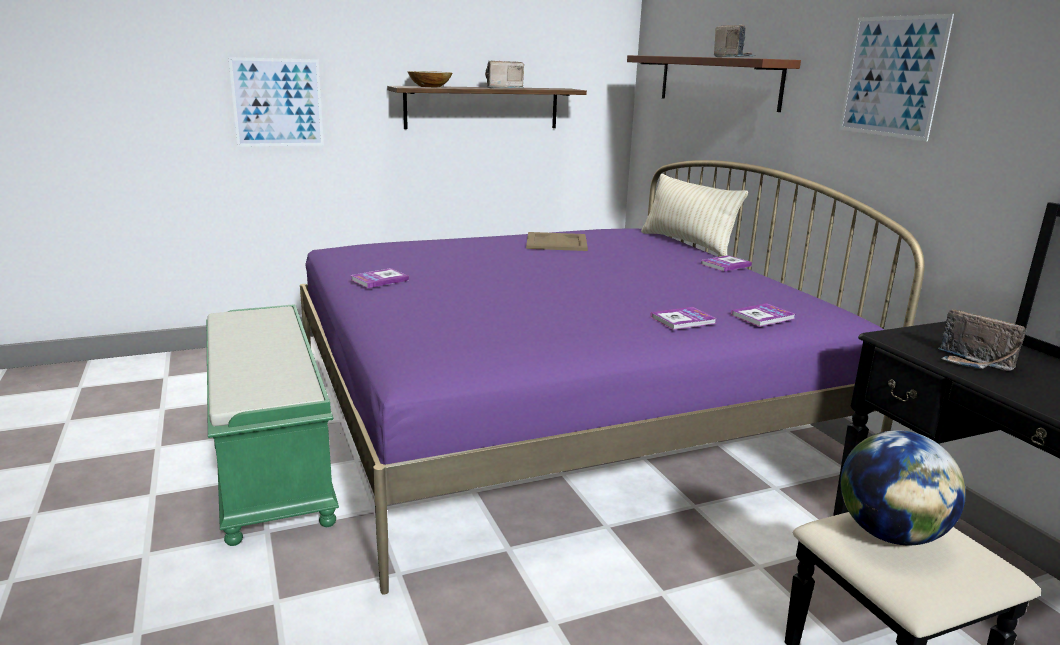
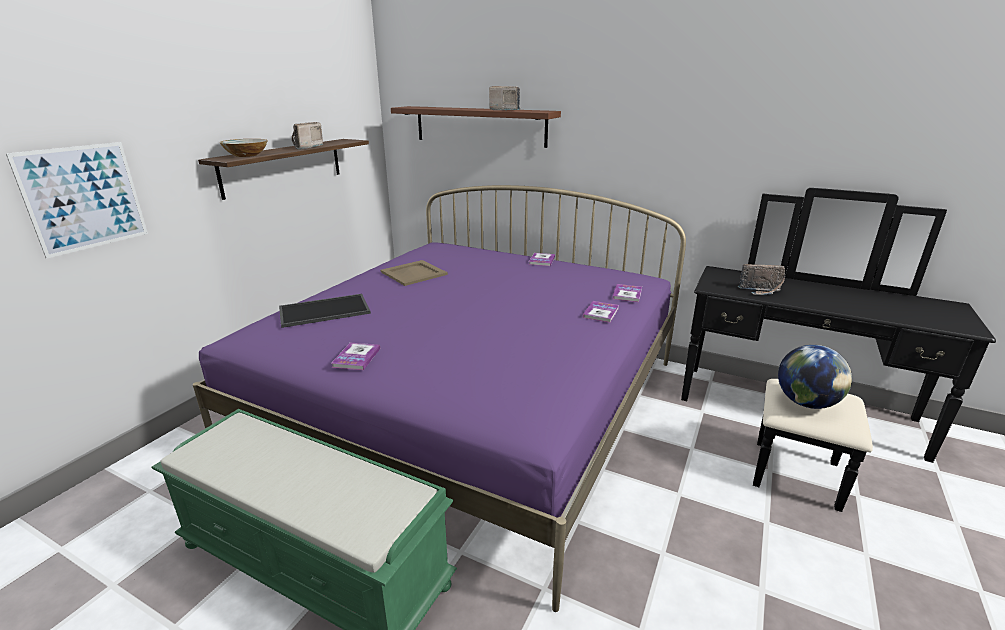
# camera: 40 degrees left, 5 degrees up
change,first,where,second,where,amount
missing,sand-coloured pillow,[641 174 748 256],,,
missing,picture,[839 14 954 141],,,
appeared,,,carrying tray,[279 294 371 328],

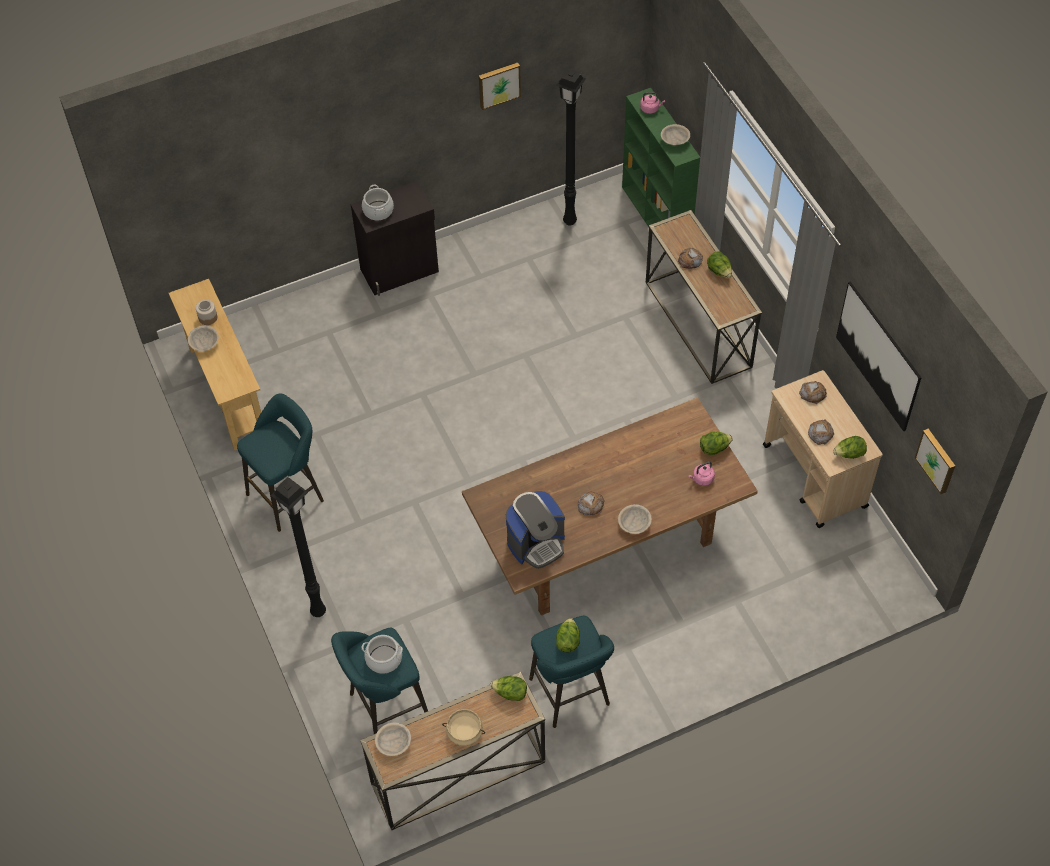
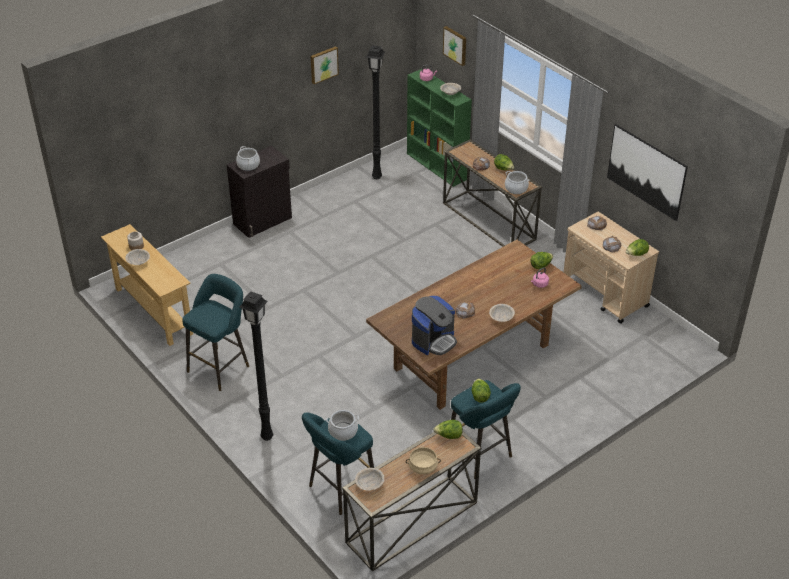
# camera: 15 degrees left, 15 degrees down
change,first,where,second,where,amount
appeared,,,stockpot,[505 171 529 194],
relocated,picture,[915 429 955 494],,[443 26 466 66],

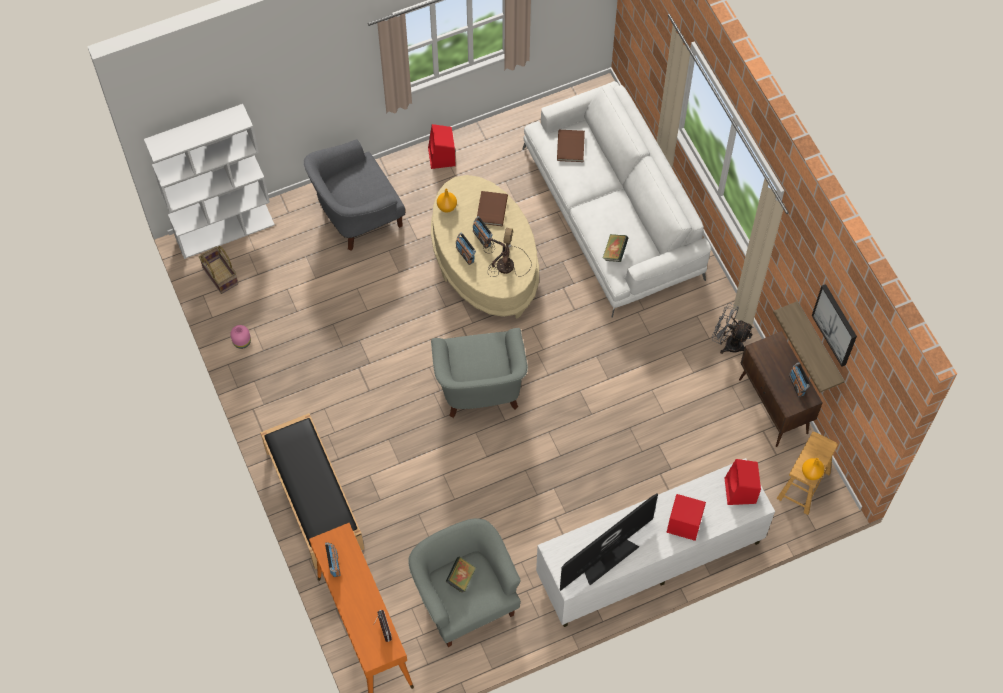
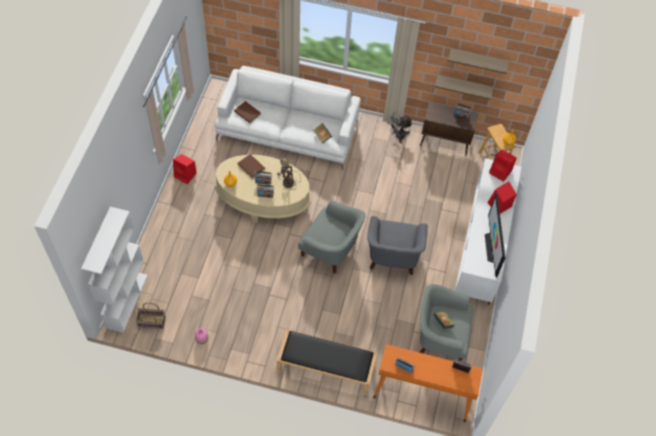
# camera: 55 degrees left, 5 degrees down
change,first,where,second,where,amount
relocated,gray easy chair,[304 139 405 251],,[367 216 428 275],
exchanged,picture,[812 284 857 367],bracket shelf,[448 48 509 74],

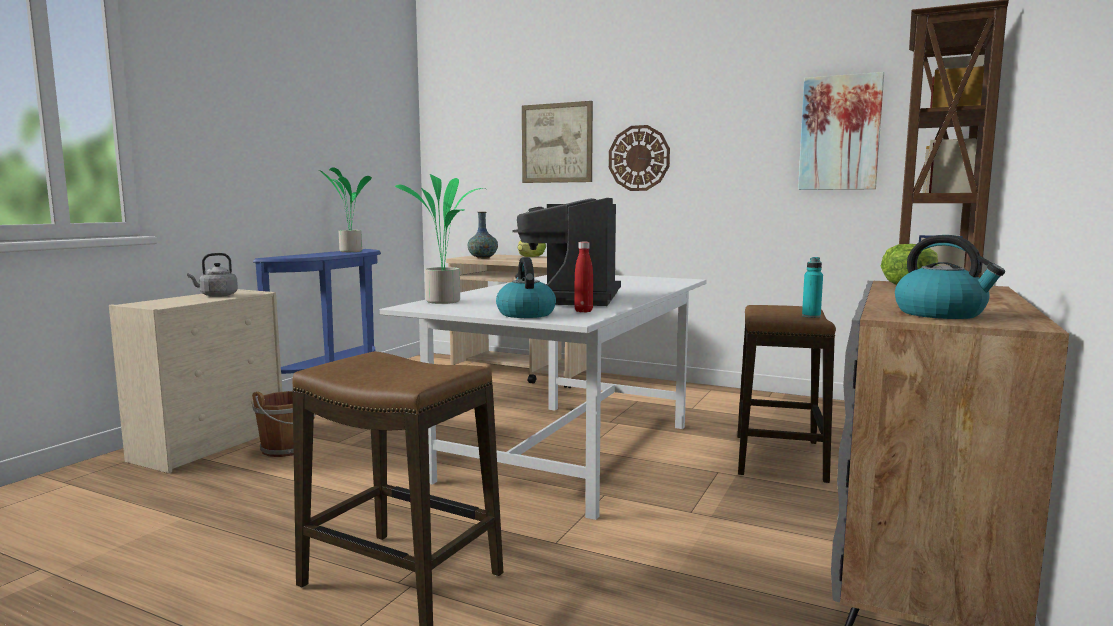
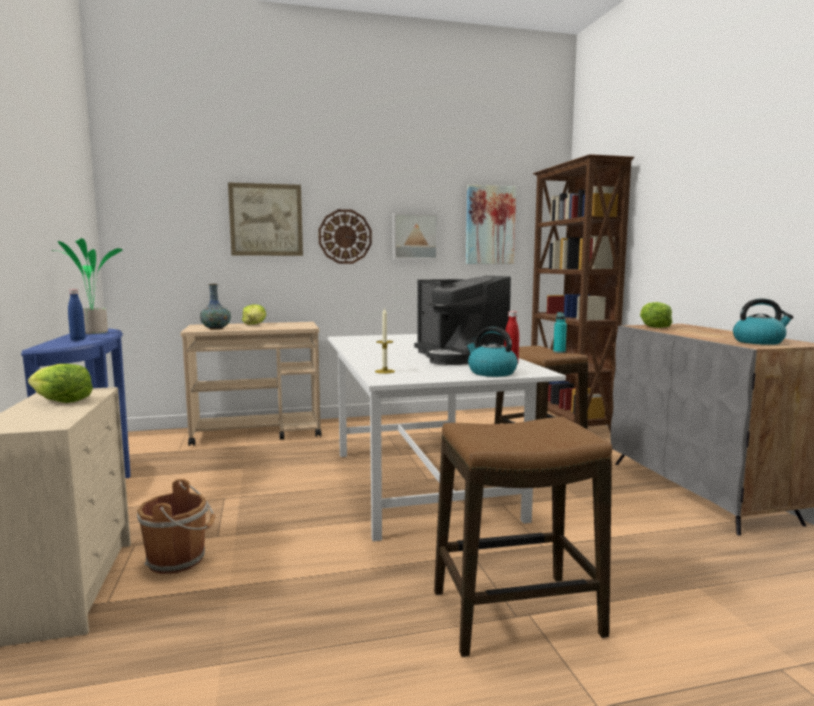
# camera: 40 degrees left, 0 degrees up
change,first,where,second,where,amount
appeared,,,blue-coloured bottle,[68 289 86 341],
appeared,,,picture,[393 213 438 260],
exchanged,gray water kettle,[187 253 238 297],head of lettuce,[28 364 93 403],
exchanged,potted plant,[395 174 485 304],wax light,[375 307 395 374],

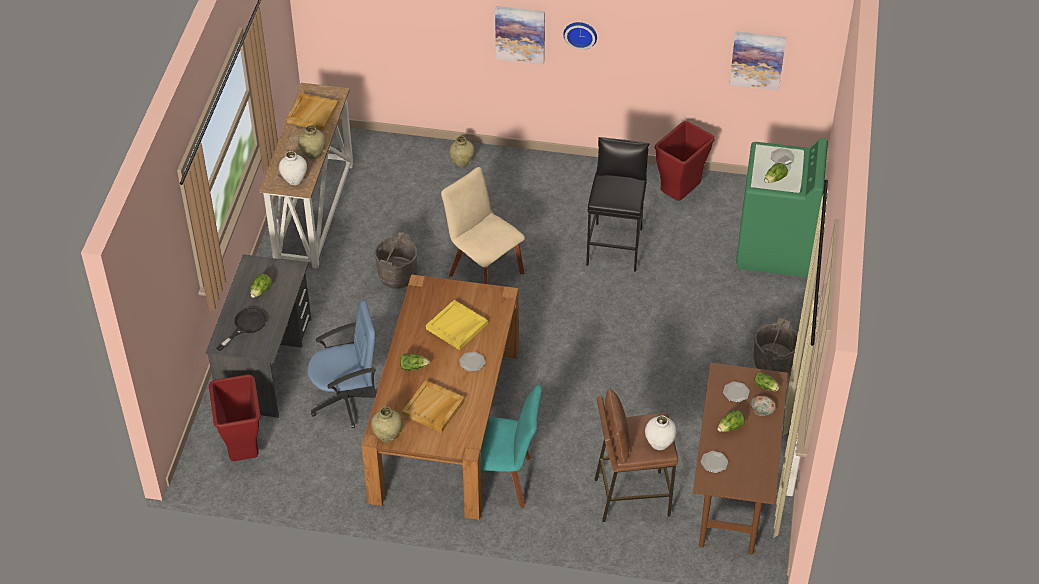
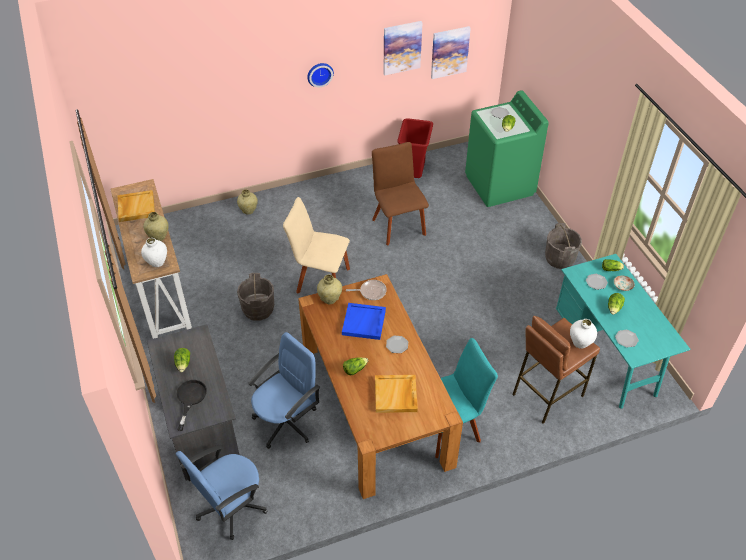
# camera: 30 degrees left, 0 degrees up
change,first,where,second,where,amount
appeared,,,skillet,[346 280 387 300],
relocated,sand-coloured vase,[371 407 403 442],,[317 275 342 304],
relocated,picture,[495 6 545 65],,[383 21 423 75],
exchanged,red waste bin,[209 375 261 461],blue-coloured office chair,[176 444 268 540],
exchanged,blackish sitting stool,[586 137 649 272],brown-coloured upright chair,[372 142 429 245],
colour,yellowish carrying tray,[426 300 488 350],blue-coloured carrying tray,[342 303 386 340],
colour,brown-coloured desk unit,[693 363 788 555],turquoise-coloured desk unit,[556 254 691 409],

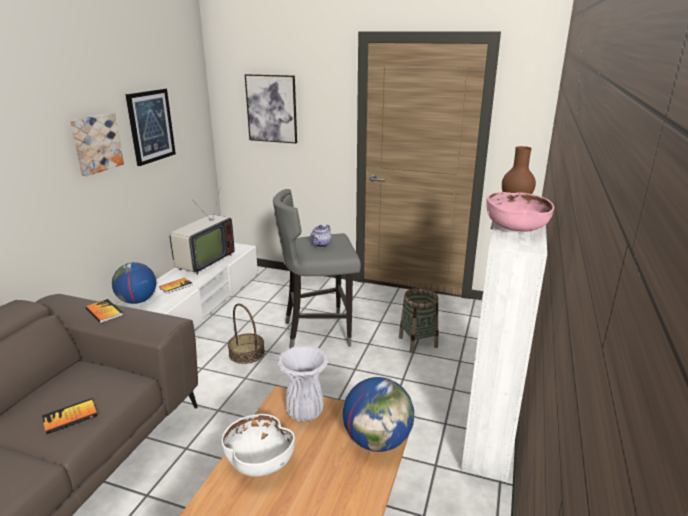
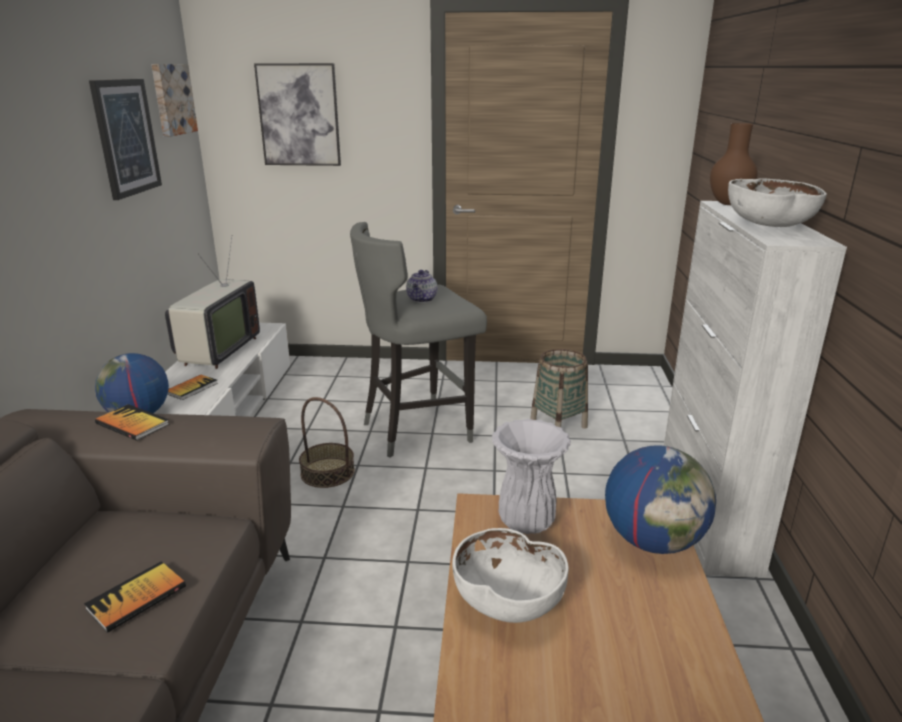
# camera: 15 degrees left, 0 degrees up
change,first,where,second,where,amount
relocated,picture,[70 113 124 176],,[151 64 198 137],
colour,pink deep dish,[486 192 554 232],whitish deep dish,[728 179 827 227],

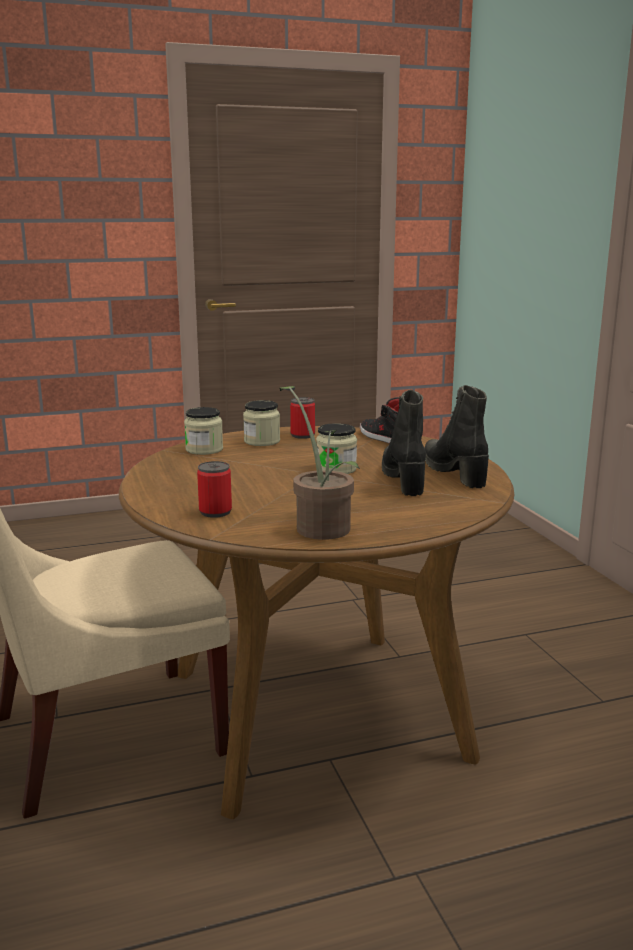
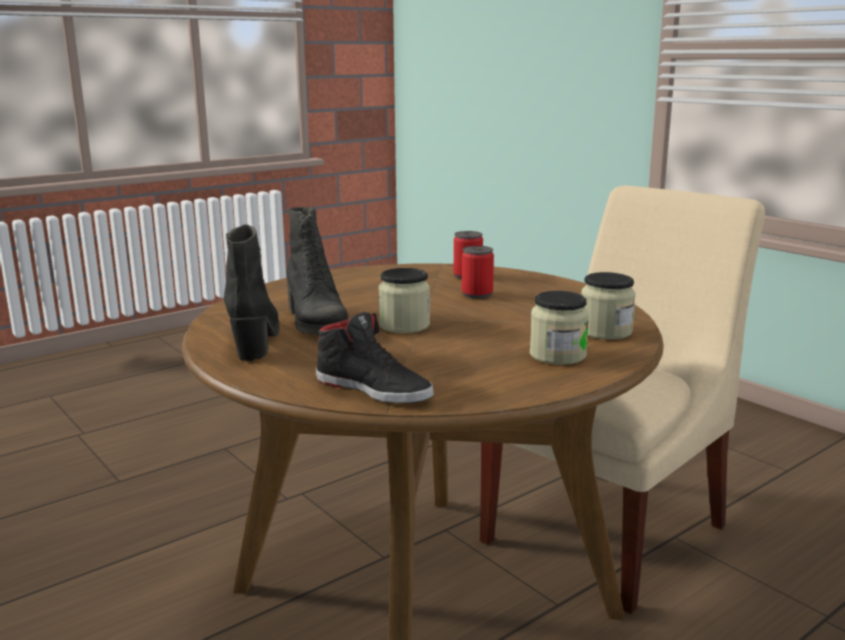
# camera: 160 degrees right, 0 degrees up
change,first,where,second,where,amount
missing,potted plant,[280 386 360 540],,,
relocated,can,[290 397 315 439],,[462 246 494 299],
spun,blackish boot,[424 385 489 488],,[224 224 280 361],150 degrees counterclockwise

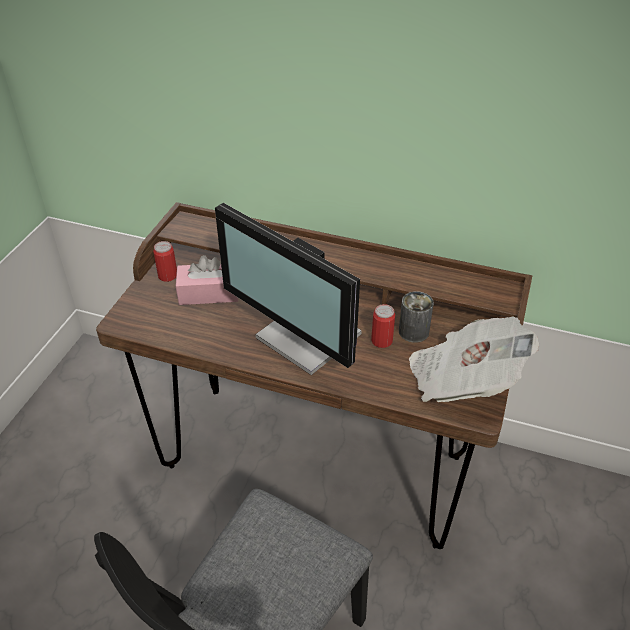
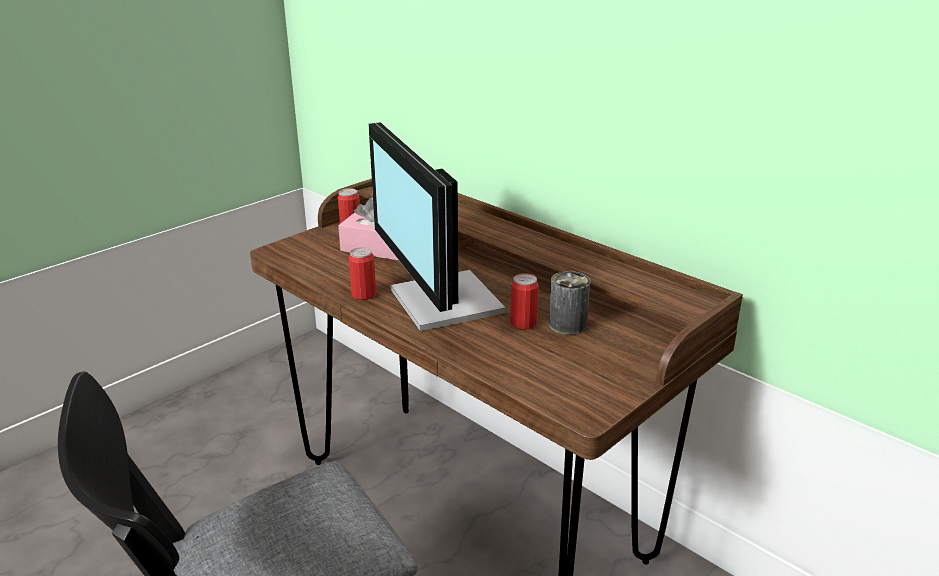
# camera: 25 degrees right, 15 degrees down
change,first,where,second,where,amount
missing,printed paper,[409 317 539 402],,,
appeared,,,can,[349 247 376 300],

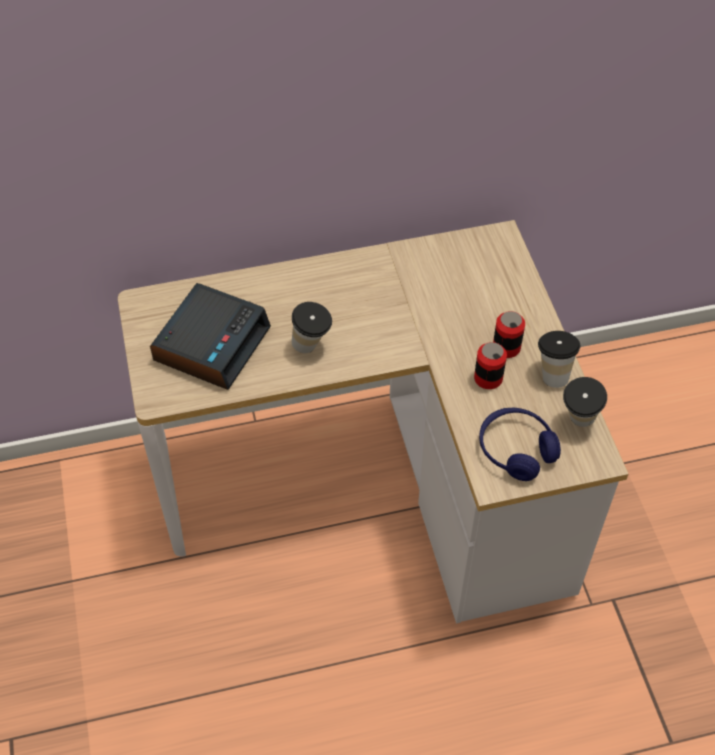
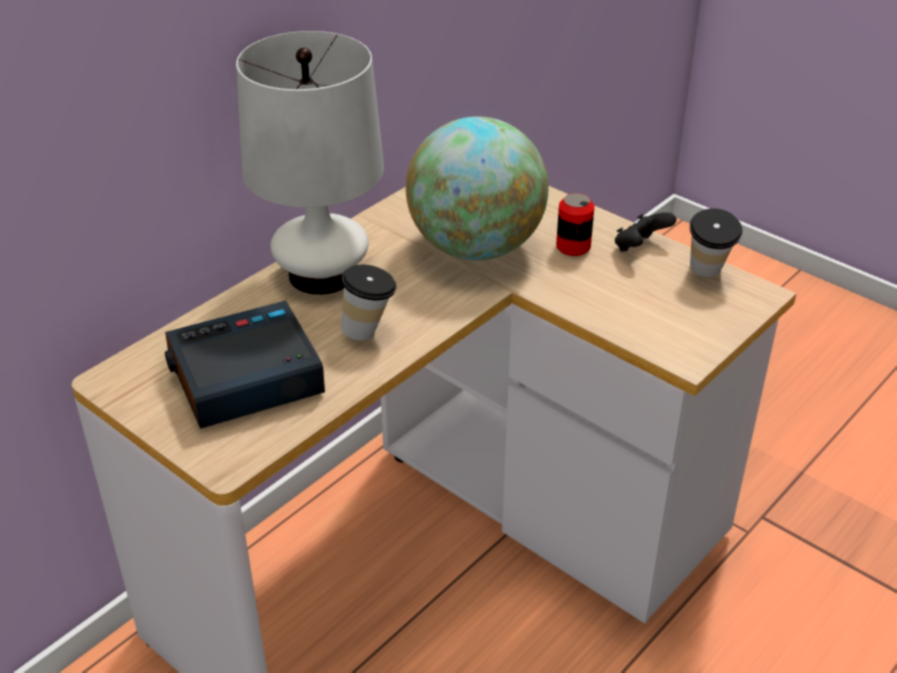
# camera: 35 degrees left, 15 degrees down
change,first,where,second,where,amount
missing,can,[474 342 507 389],,,
missing,blue-coloured headphones,[479 408 561 481],,,
appeared,,,whitish tabletop lamp,[236 31 384 295],
appeared,,,globe,[406 117 549 260],
exchanged,drinking cup,[538 331 580 388],blackish joypad,[615 212 676 252],
spun,bedside clock,[150 283 271 390],,[165 300 325 429],105 degrees counterclockwise

